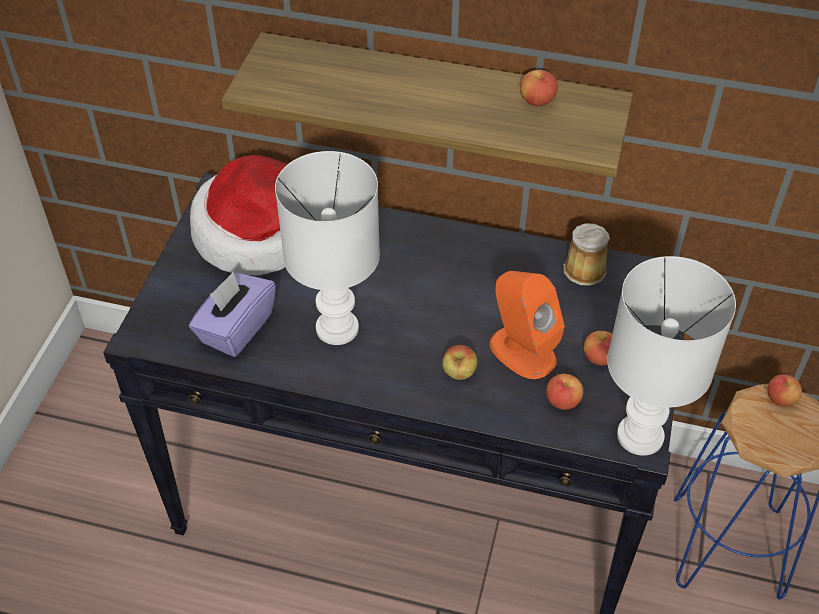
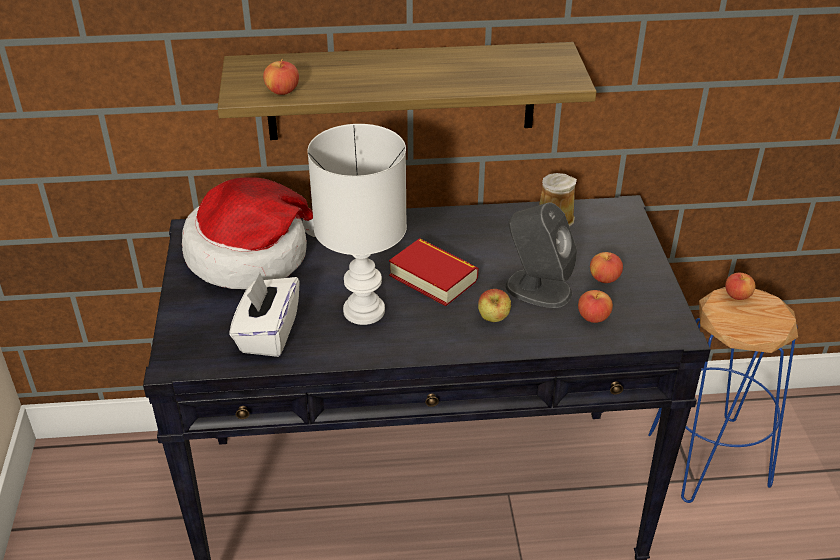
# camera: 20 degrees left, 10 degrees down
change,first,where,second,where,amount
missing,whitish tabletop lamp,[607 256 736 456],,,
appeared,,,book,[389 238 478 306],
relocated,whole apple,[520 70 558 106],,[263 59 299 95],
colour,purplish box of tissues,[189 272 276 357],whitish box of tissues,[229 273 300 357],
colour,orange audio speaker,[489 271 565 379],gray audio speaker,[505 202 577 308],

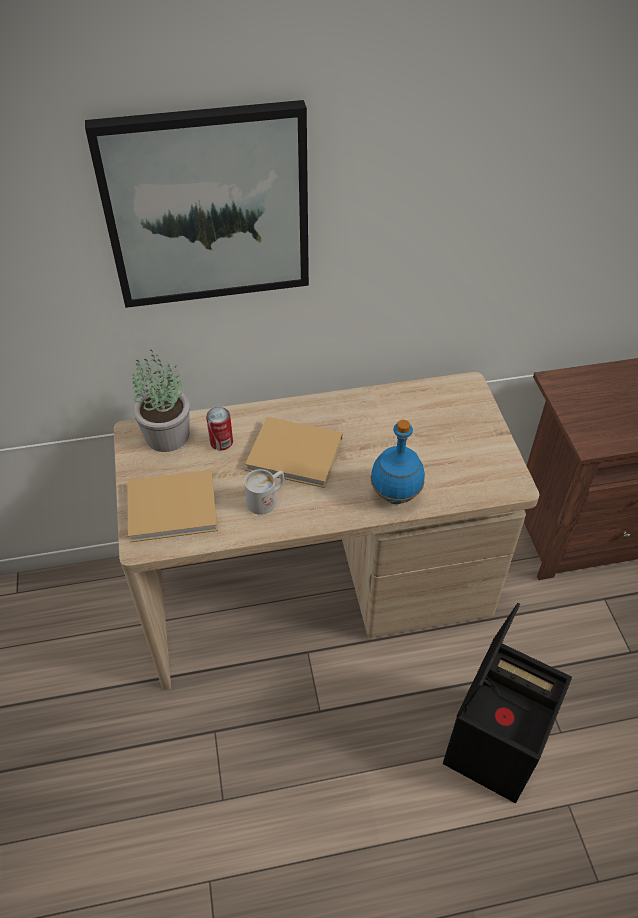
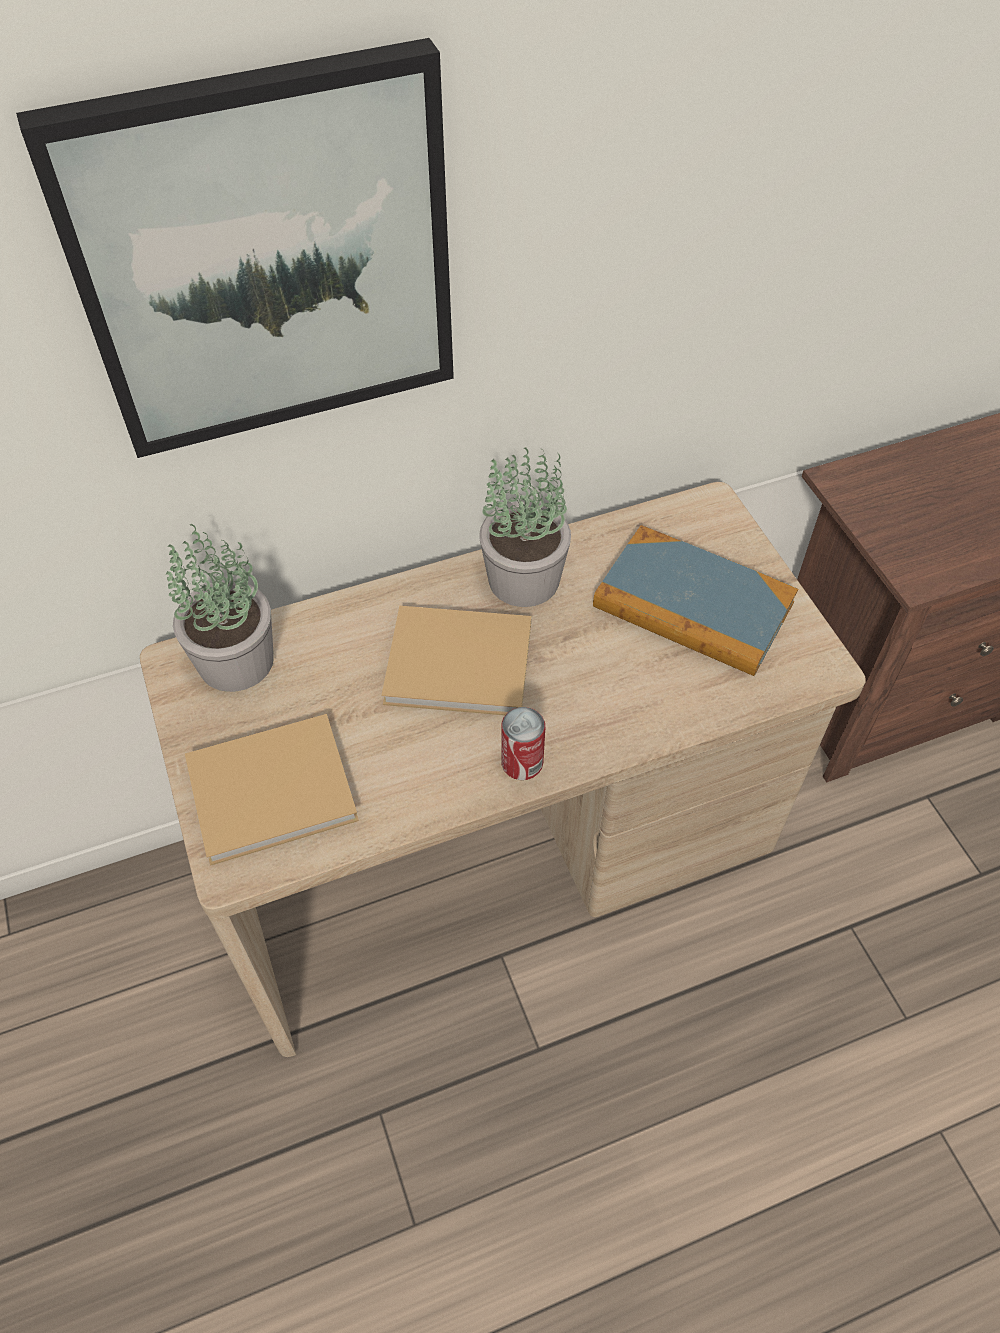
# camera: 10 degrees left, 5 degrees up
change,first,where,second,where,amount
missing,whitish tea mug,[244 469 284 515],,,
missing,blue-coloured bottle,[371 420 425 504],,,
missing,blackish storage bin,[443 603 572 803],,,
appeared,,,potted plant,[480 447 571 607],
appeared,,,book,[593 525 798 676],
relocated,can,[206 407 233 450],,[501 707 545 780],

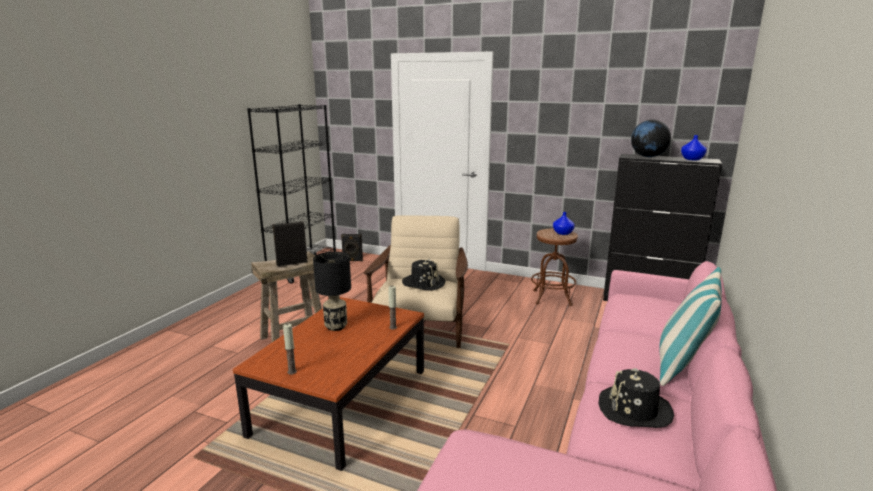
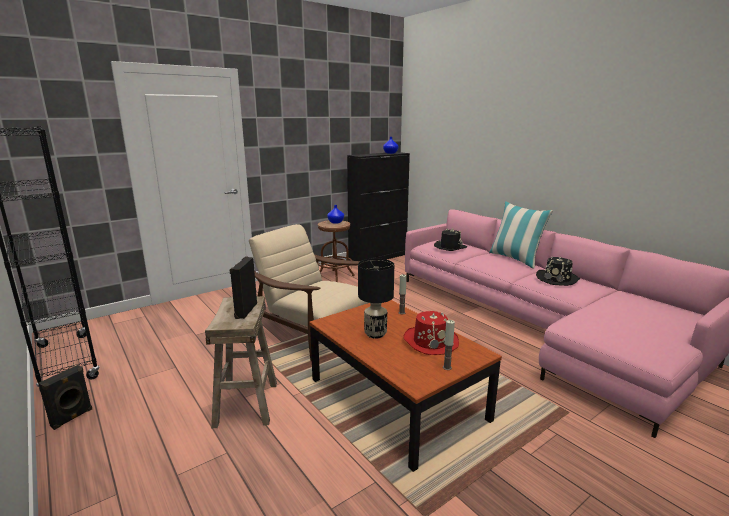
# camera: 60 degrees left, 0 degrees up
change,first,where,second,where,amount
missing,globe,[631 120 671 157],,,
appeared,,,red wearable hat,[403 311 459 355],
relocated,blackish audio speaker,[341 234 363 261],,[38 365 92 430],
relocated,blackish wearable hat,[402 259 445 291],,[434 228 467 251],

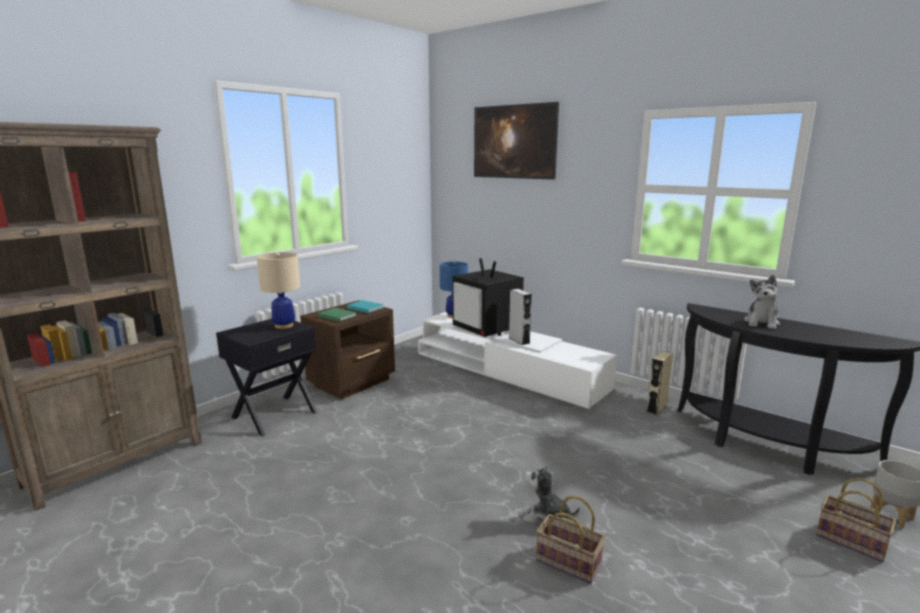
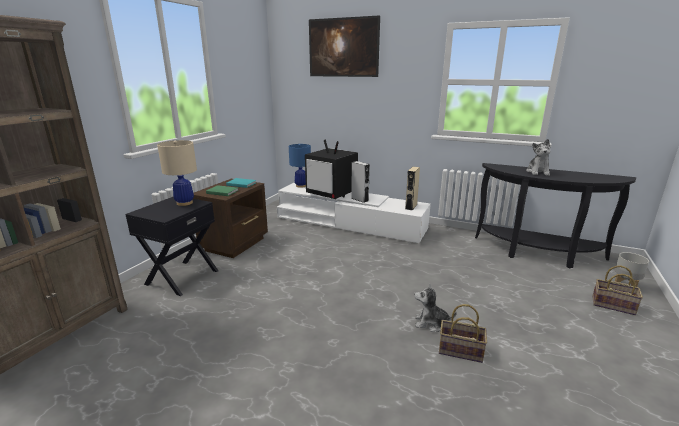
# camera: 15 degrees left, 5 degrees up
change,first,where,second,where,amount
relocated,sand-coloured audio speaker,[646 351 673 415],,[405 167 420 210],

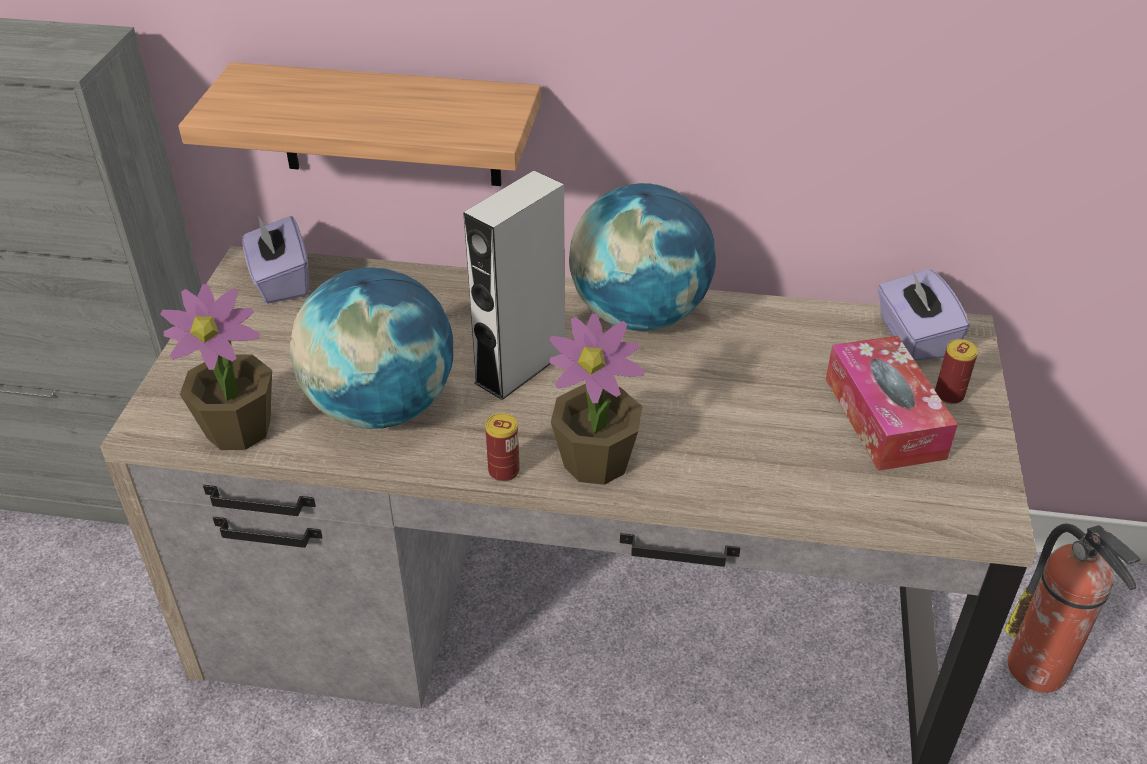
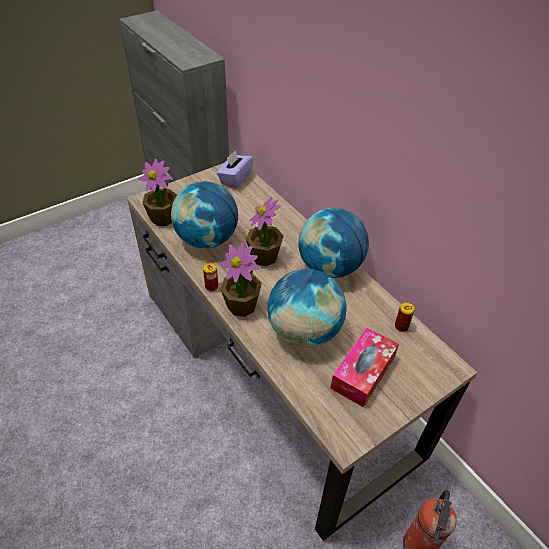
# camera: 45 degrees right, 5 degrees up
change,first,where,second,where,amount
missing,bracket shelf,[178 62 541 186],,,
missing,purplish box of tissues,[878 269 970 361],,,
appeared,,,globe,[267 269 347 348],
relocated,can,[935 339 978 404],,[395 302 415 332],
exchanged,gray audio speaker,[463 170 565 400],potted plant,[246 197 284 266],

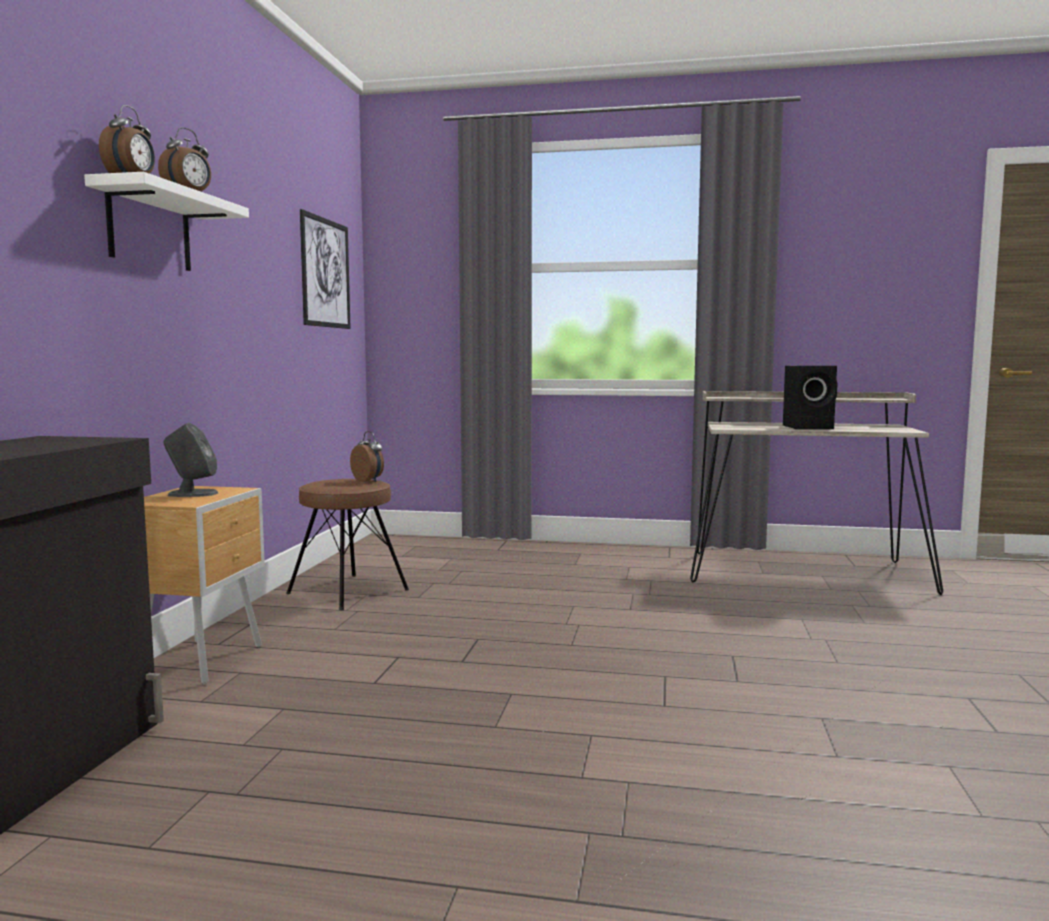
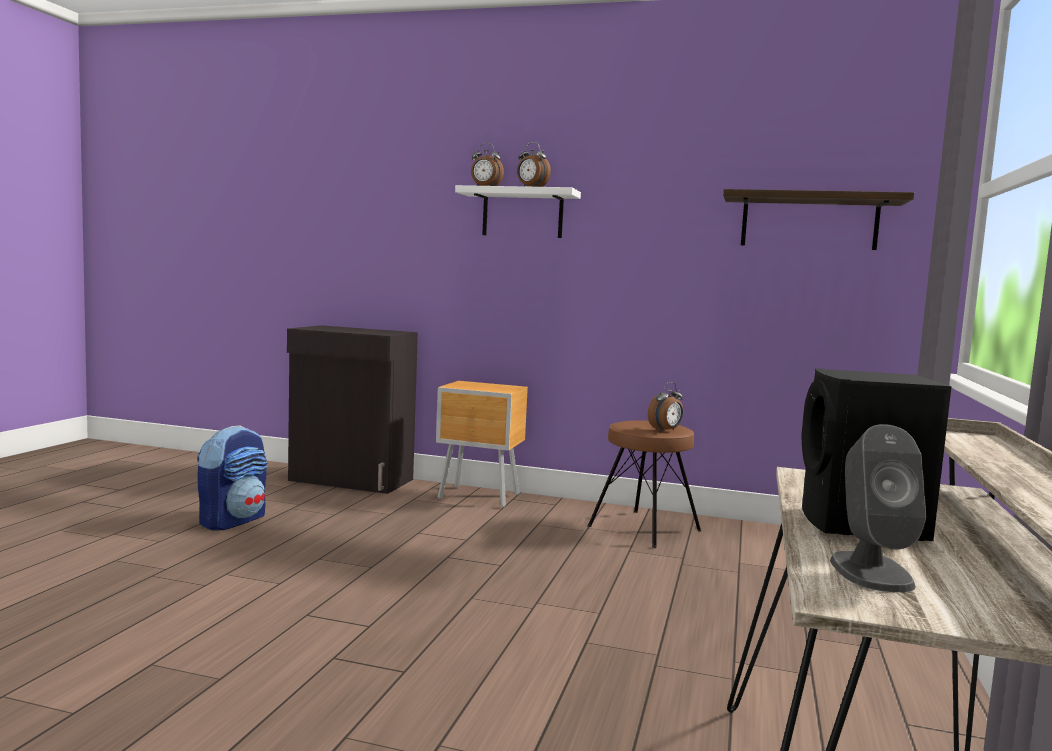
# camera: 95 degrees right, 0 degrees up
change,first,where,second,where,amount
appeared,,,backpack,[197 425 267 530],
relocated,gray audio speaker,[164 423 218 497],,[830 424 926 592],
exchanged,picture,[300 209 351 329],bracket shelf,[723 189 914 250],

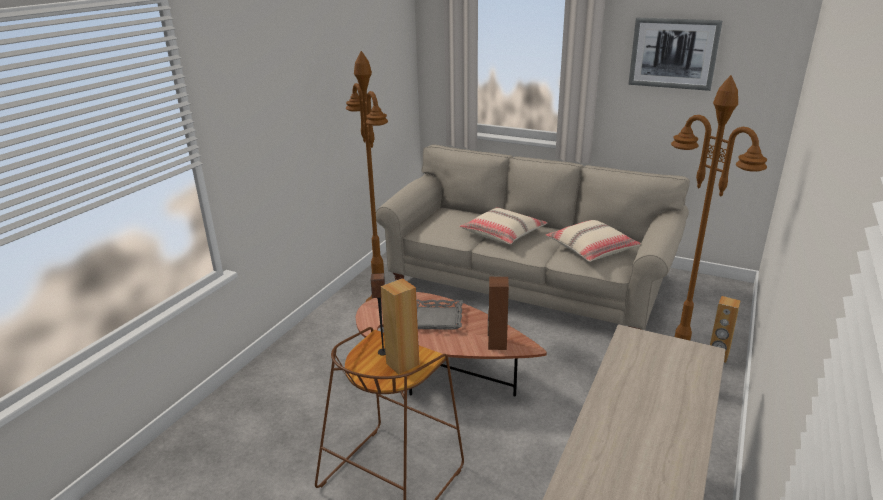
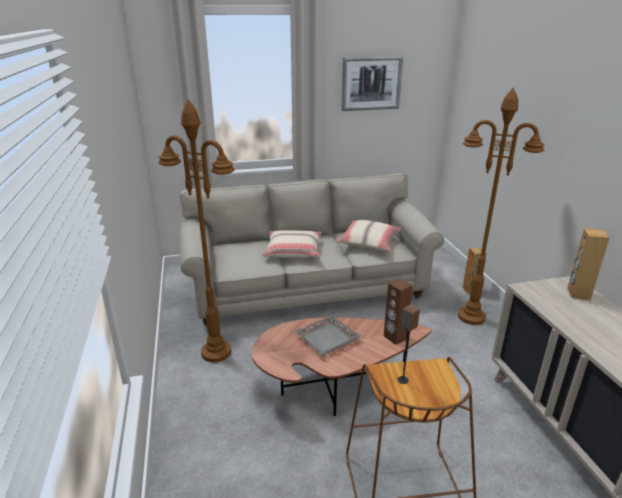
# camera: 40 degrees left, 0 degrees up
change,first,where,second,where,amount
relocated,brown-coloured audio speaker,[381 278 419 374],,[567 228 609 300],

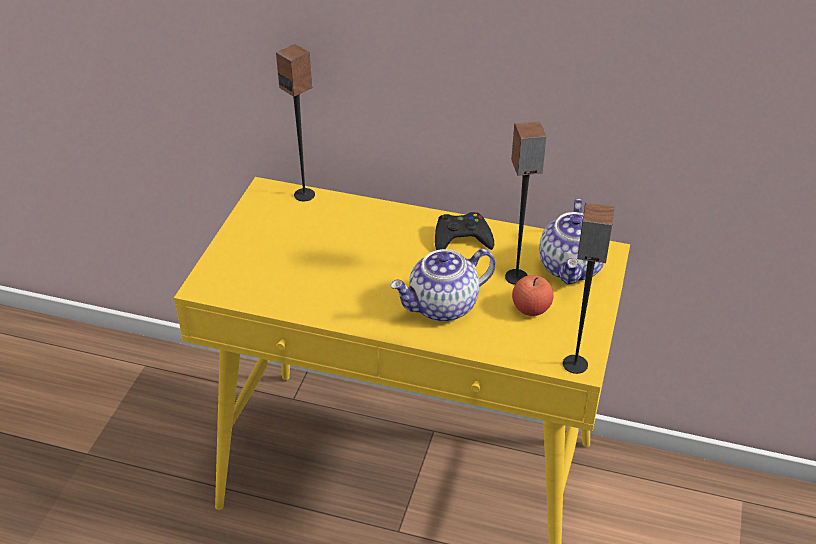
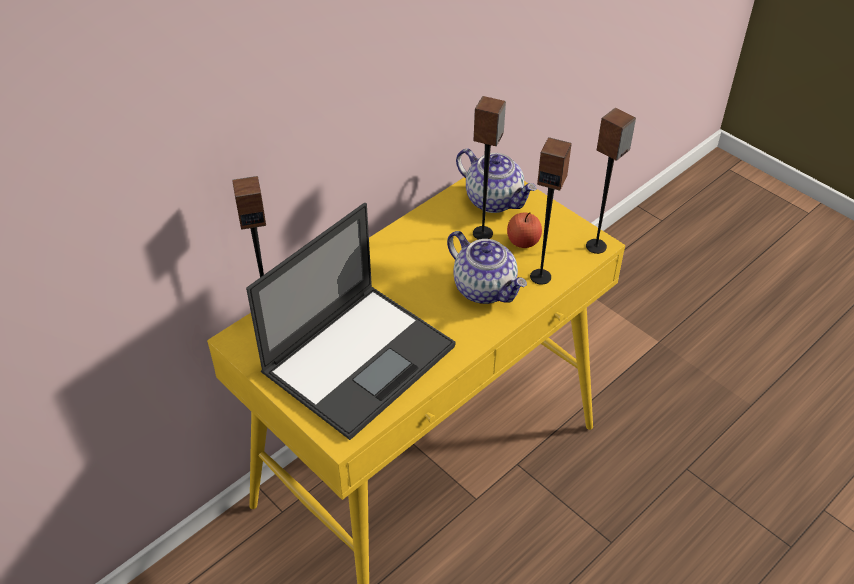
# camera: 60 degrees left, 5 degrees up
change,first,where,second,where,amount
missing,blackish joypad,[435 212 494 250],,,
appeared,,,portable computer,[246 203 456 440],
appeared,,,audio speaker,[530 137 572 285],
spun,tea pot,[390 249 496 322],,[447 231 527 304],45 degrees counterclockwise

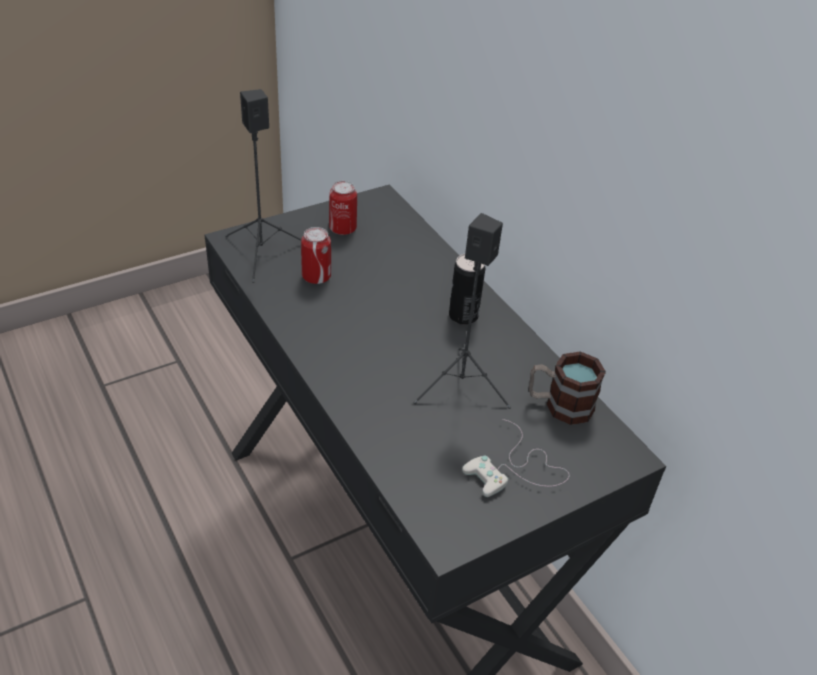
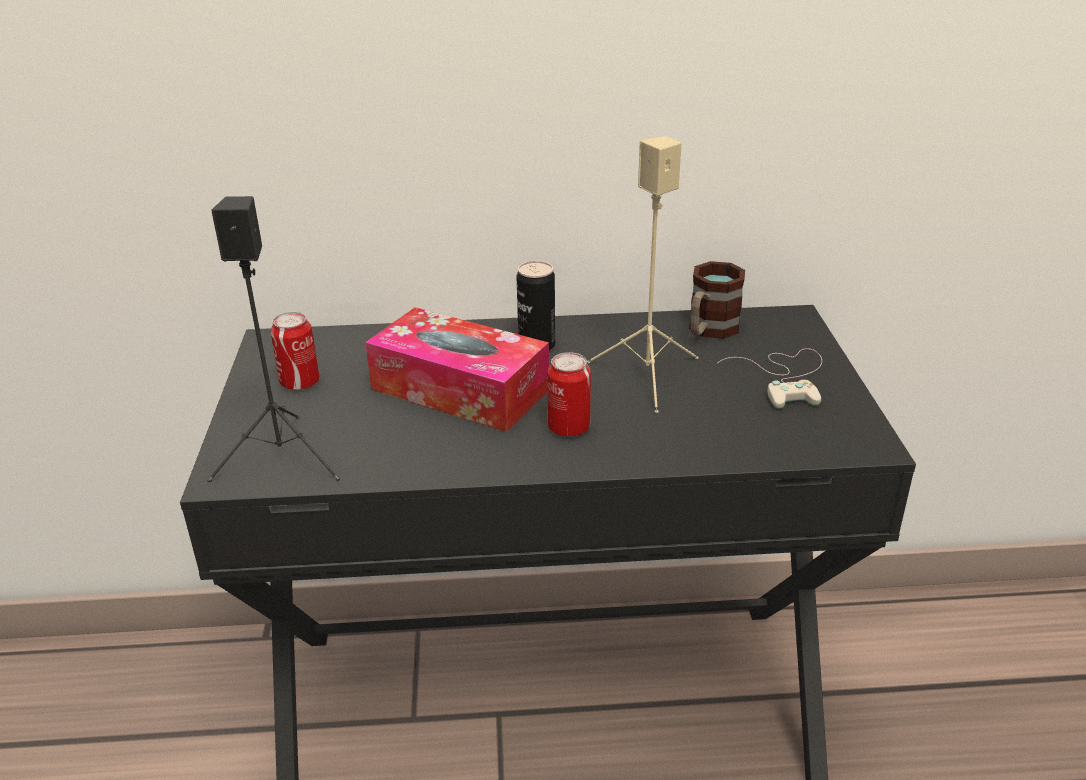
# camera: 60 degrees left, 10 degrees down
change,first,where,second,where,amount
appeared,,,box of tissues,[365 307 549 432],
relocated,can,[301 227 331 284],,[547 352 591 437],
colour,blackish audio speaker,[414 213 511 409],sand-coloured audio speaker,[587 136 698 413],

